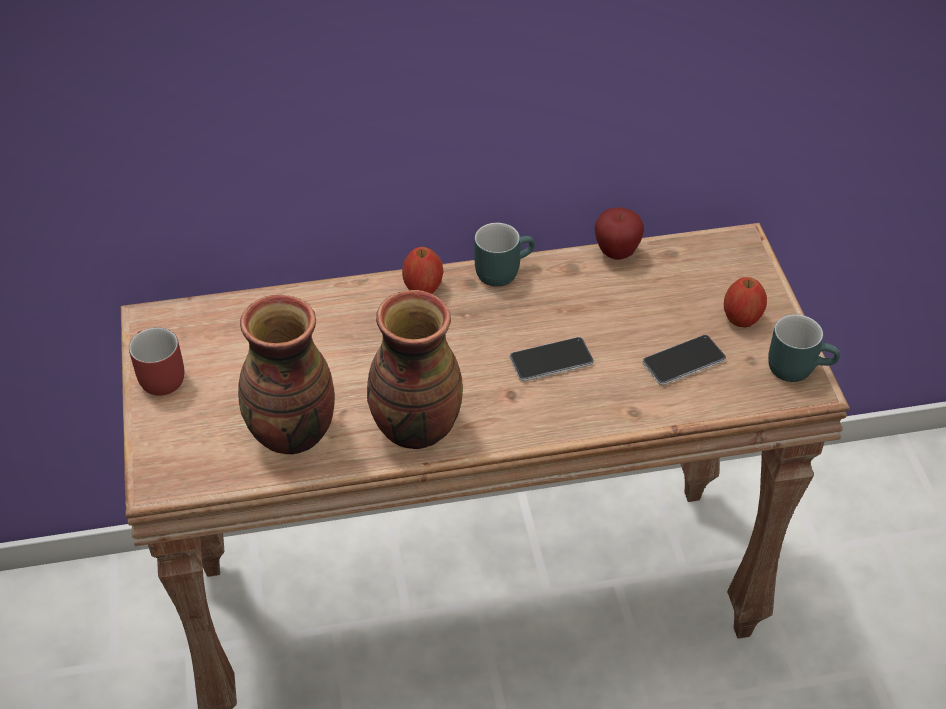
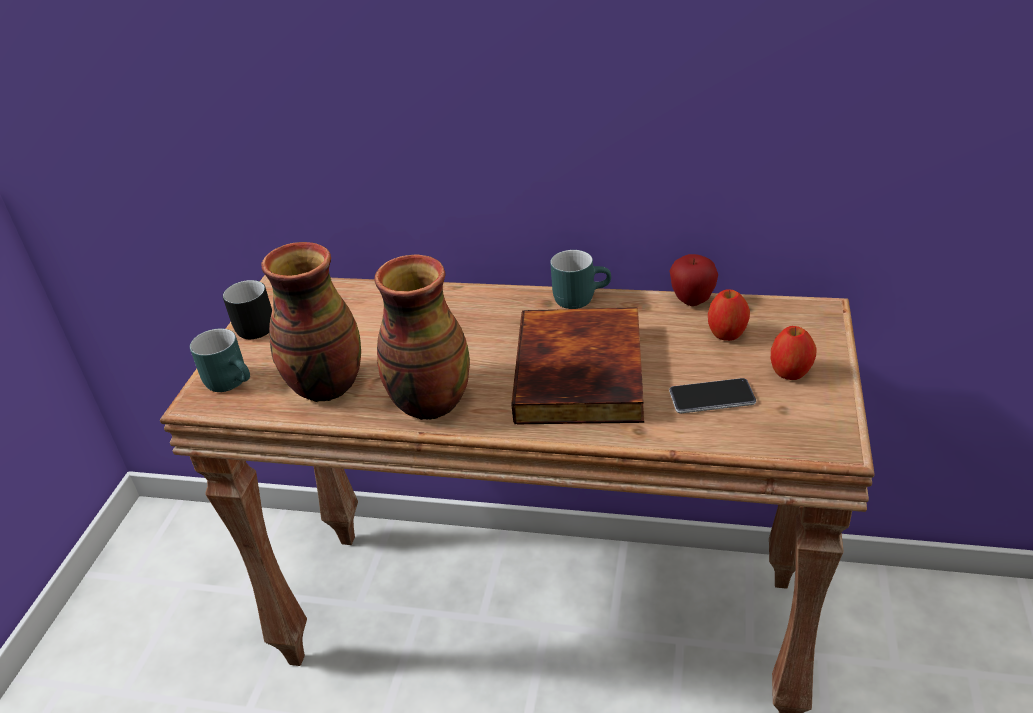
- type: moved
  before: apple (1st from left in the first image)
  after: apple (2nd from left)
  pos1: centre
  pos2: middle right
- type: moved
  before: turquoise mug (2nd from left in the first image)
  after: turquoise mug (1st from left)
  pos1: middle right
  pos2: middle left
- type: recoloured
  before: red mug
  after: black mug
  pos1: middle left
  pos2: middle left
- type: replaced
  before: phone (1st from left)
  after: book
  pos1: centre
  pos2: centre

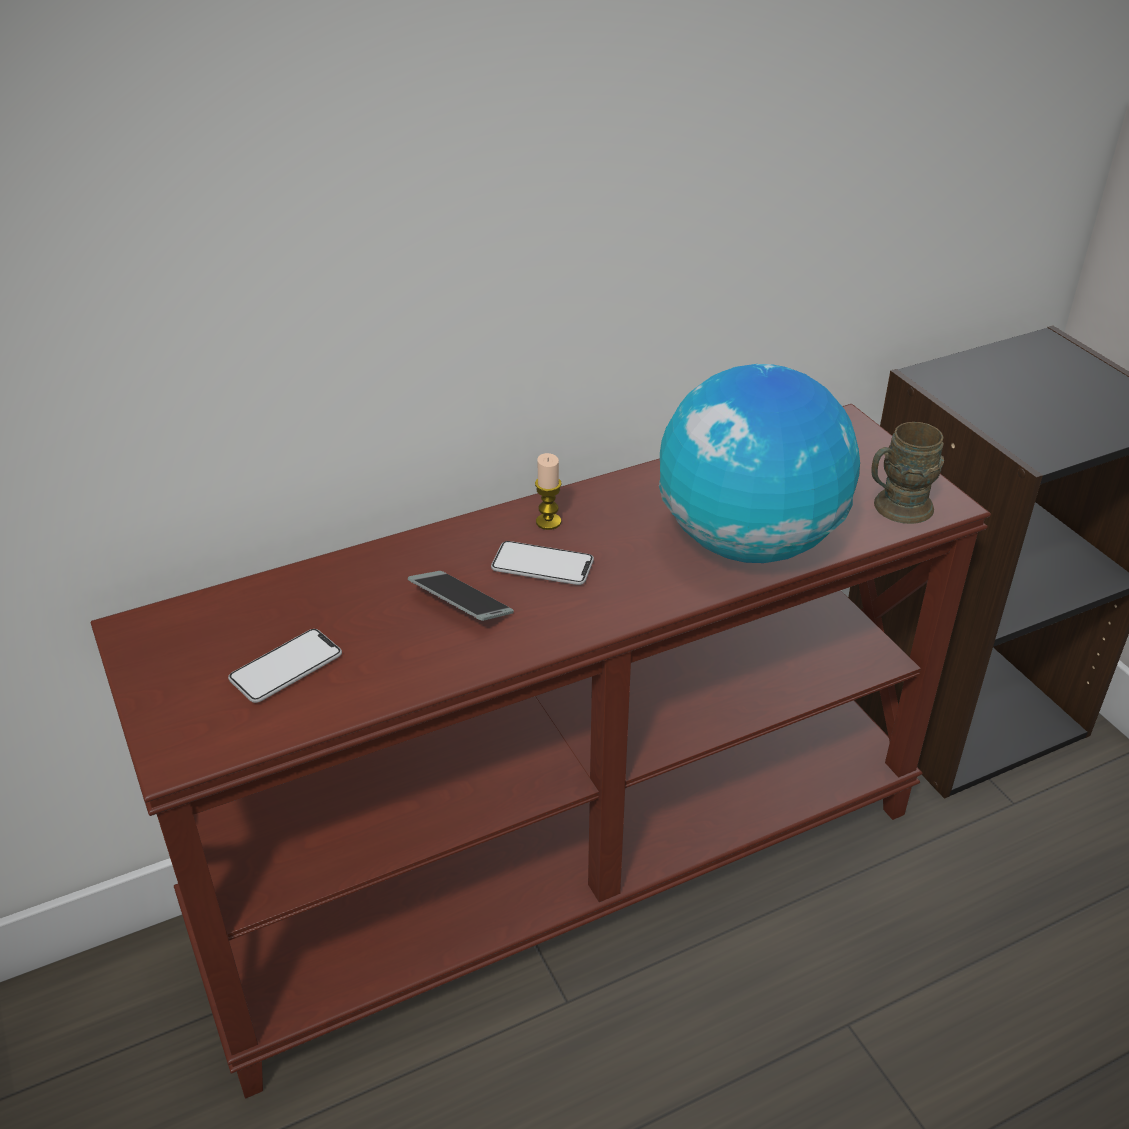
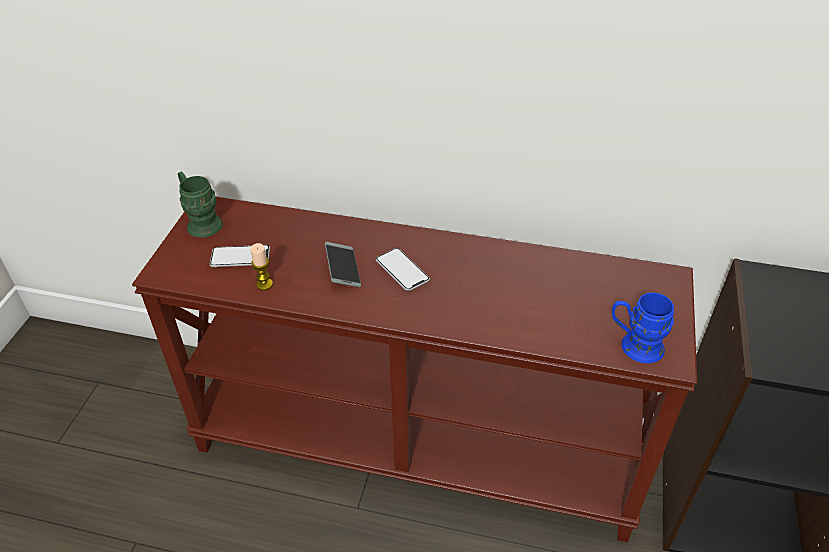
- type: removed
  before: globe
  pos1: middle right
- type: recoloured
  before: brown mug
  after: blue mug
  pos1: middle right
  pos2: middle right
- type: moved
  before: candle
  pos1: centre
  pos2: middle left
- type: added
  after: green mug
  pos2: middle left

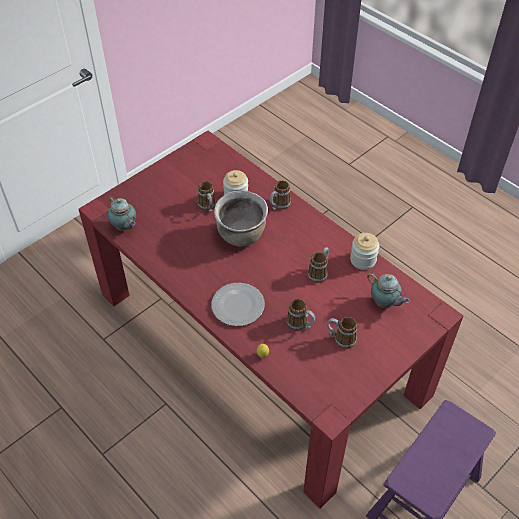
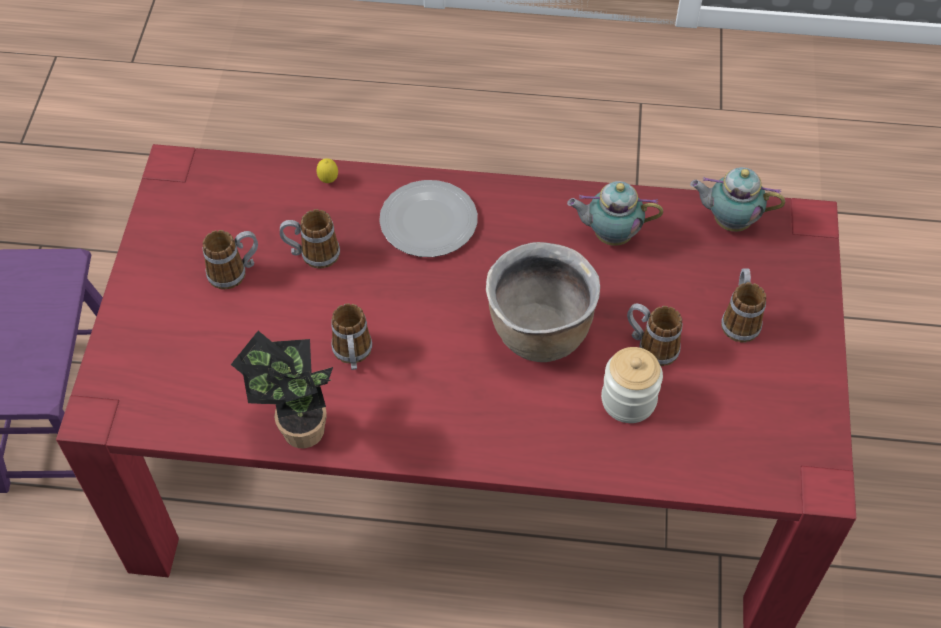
- type: moved
  before: mug (2nd from left in the first image)
  after: mug (5th from left)
  pos1: centre
  pos2: middle right
- type: replaced
  before: jar (2nd from left)
  after: potted plant
  pos1: middle right
  pos2: middle left
- type: moved
  before: teapot (2nd from left in the first image)
  after: teapot (1st from left)
  pos1: middle right
  pos2: centre

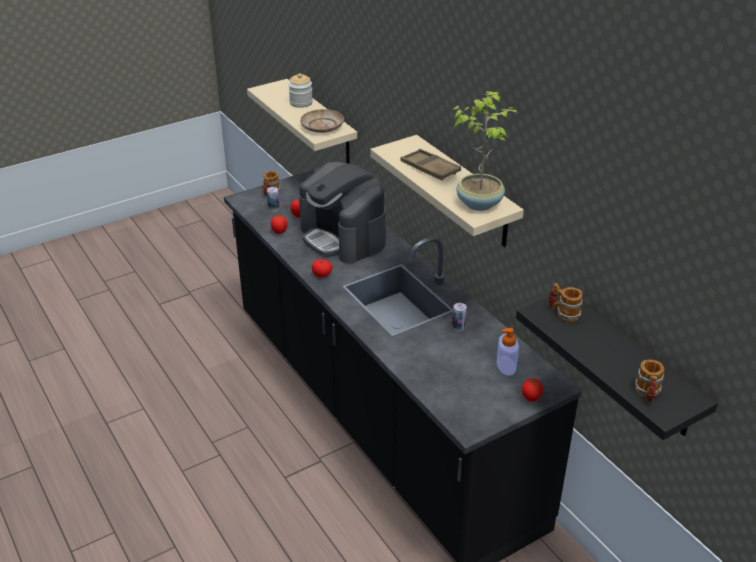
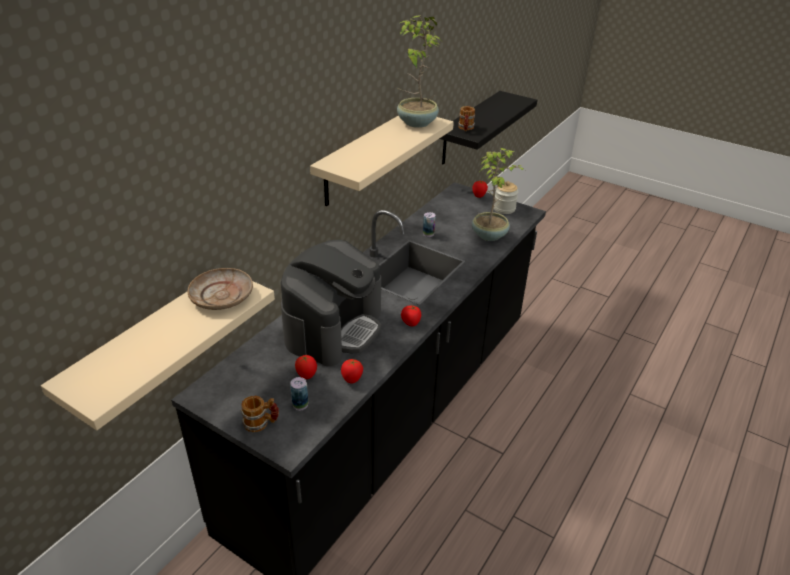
- type: moved
  before: jar
  pos1: top centre
  pos2: centre
- type: removed
  before: brown tray
  pos1: top centre
- type: removed
  before: soap dispenser
  pos1: middle right
- type: removed
  before: mug (3rd from left)
  pos1: bottom right
- type: added
  after: potted plant (2nd from left)
  pos2: centre

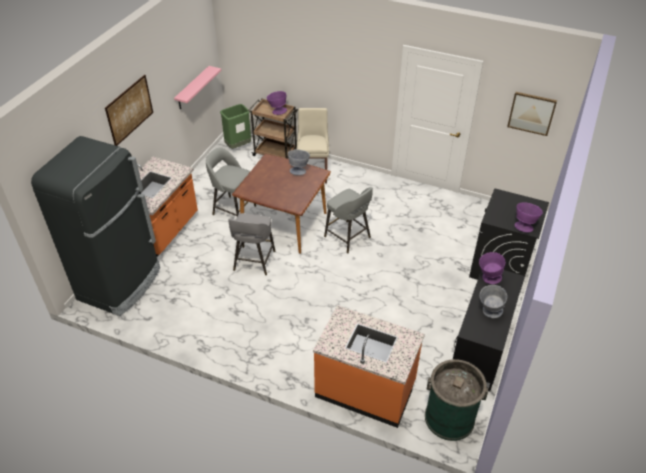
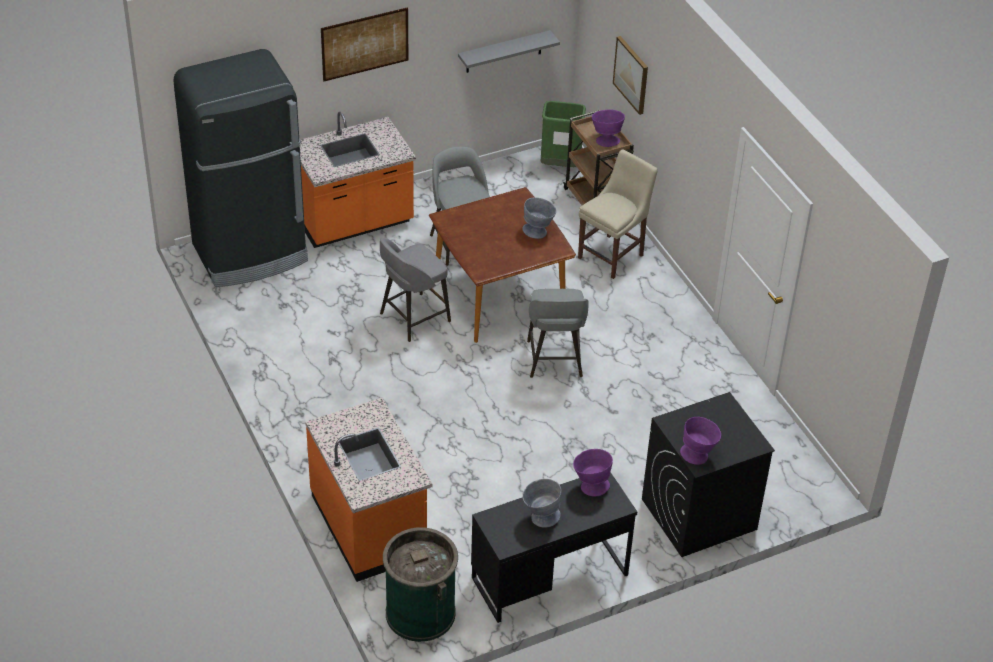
- type: recoloured
  before: pink shelf
  after: grey shelf
  pos1: top left
  pos2: top centre
- type: moved
  before: picture (2nd from left)
  pos1: top right
  pos2: top centre

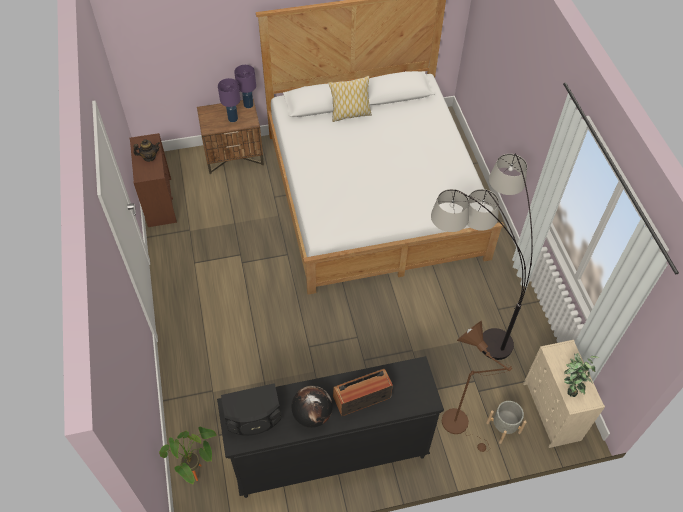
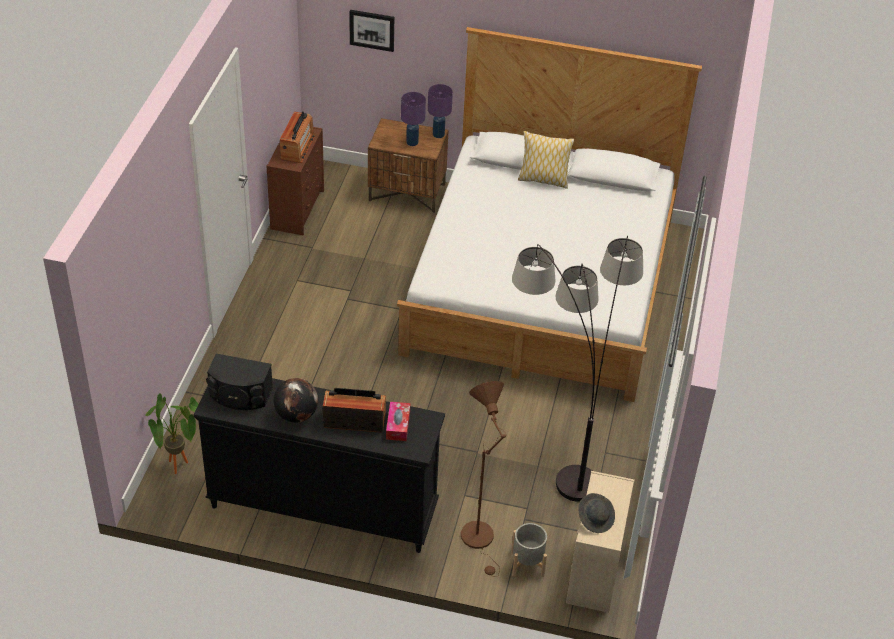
- type: replaced
  before: teapot
  after: radio (1st from left)
  pos1: top left
  pos2: top left
- type: replaced
  before: potted plant (2nd from left)
  after: grey hat
  pos1: bottom right
  pos2: bottom right
- type: added
  after: picture
  pos2: top centre
- type: added
  after: tissue box
  pos2: centre

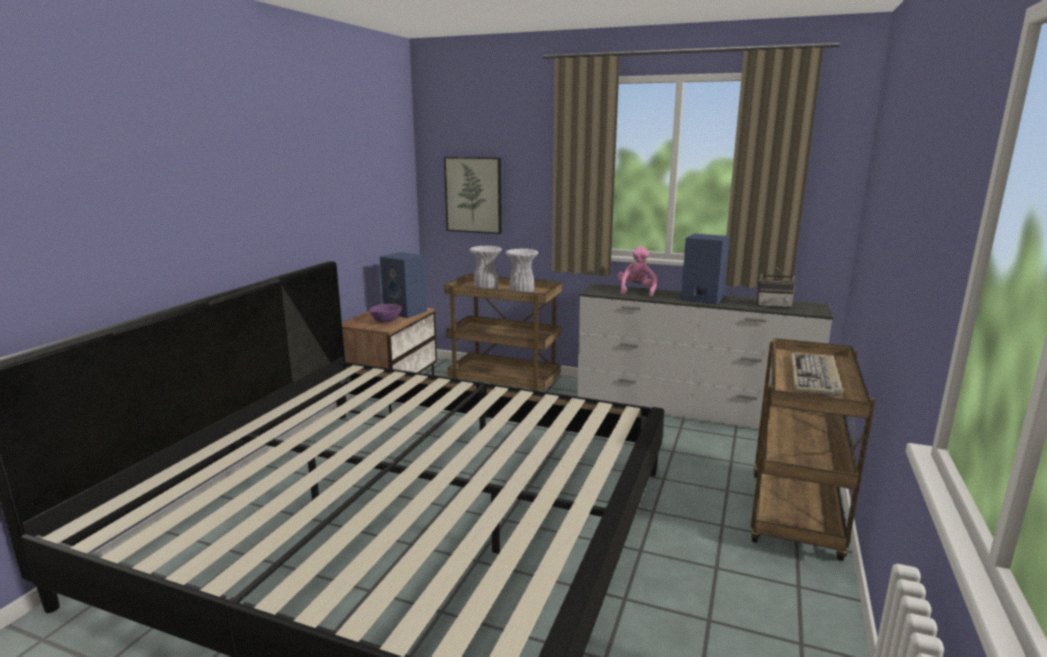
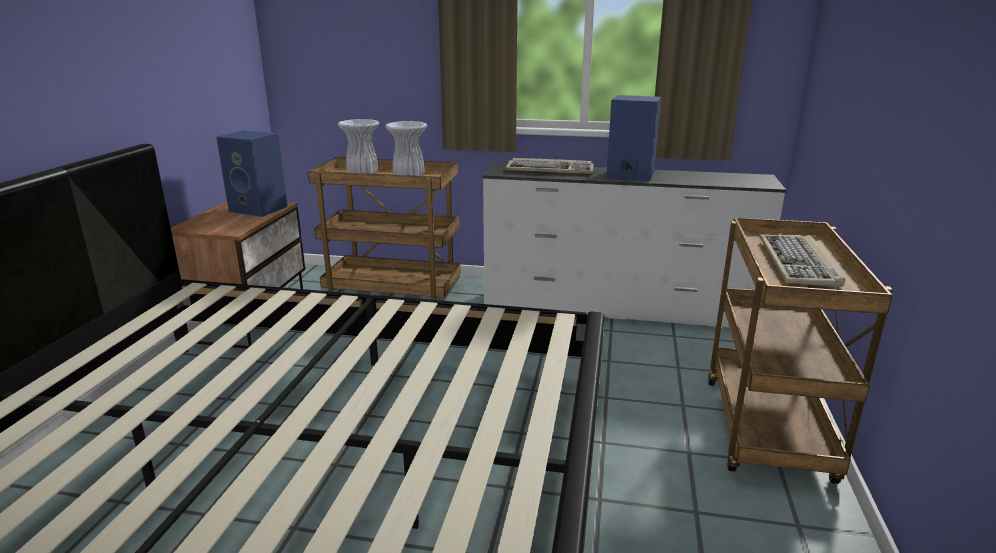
- type: removed
  before: picture
  pos1: top centre
- type: replaced
  before: pink plush toy
  after: keyboard (1st from left)
  pos1: centre
  pos2: top centre
- type: removed
  before: radio
  pos1: middle right
- type: removed
  before: purple bowl
  pos1: centre

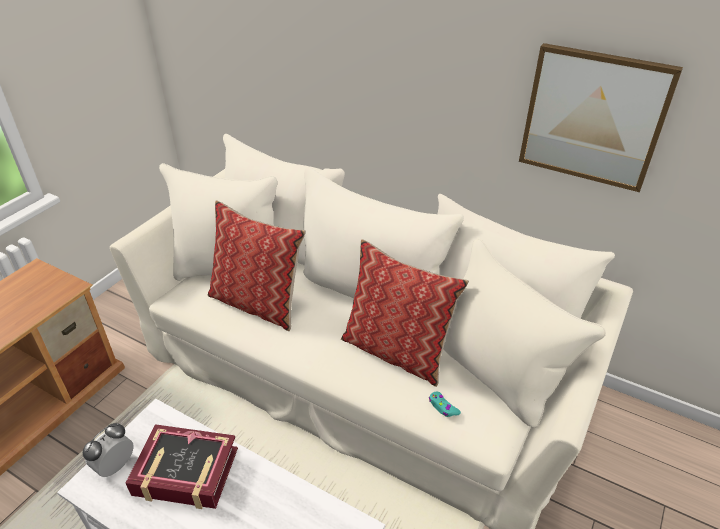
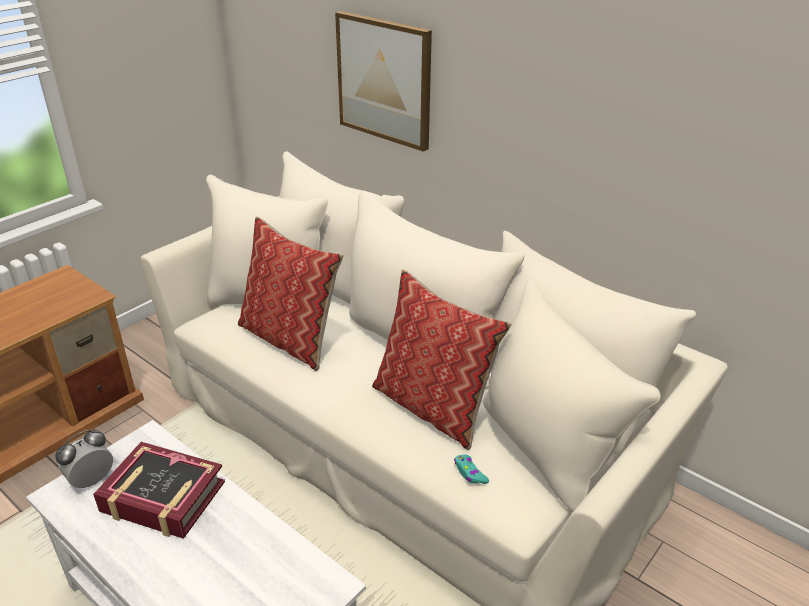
- type: moved
  before: picture
  pos1: top right
  pos2: top centre

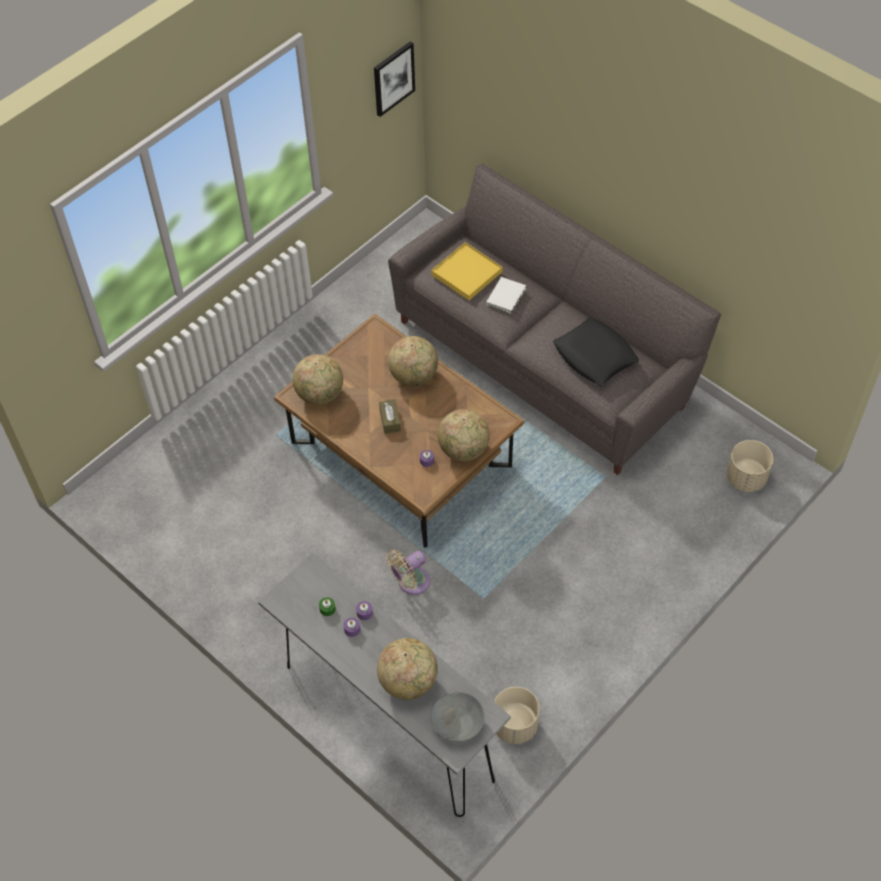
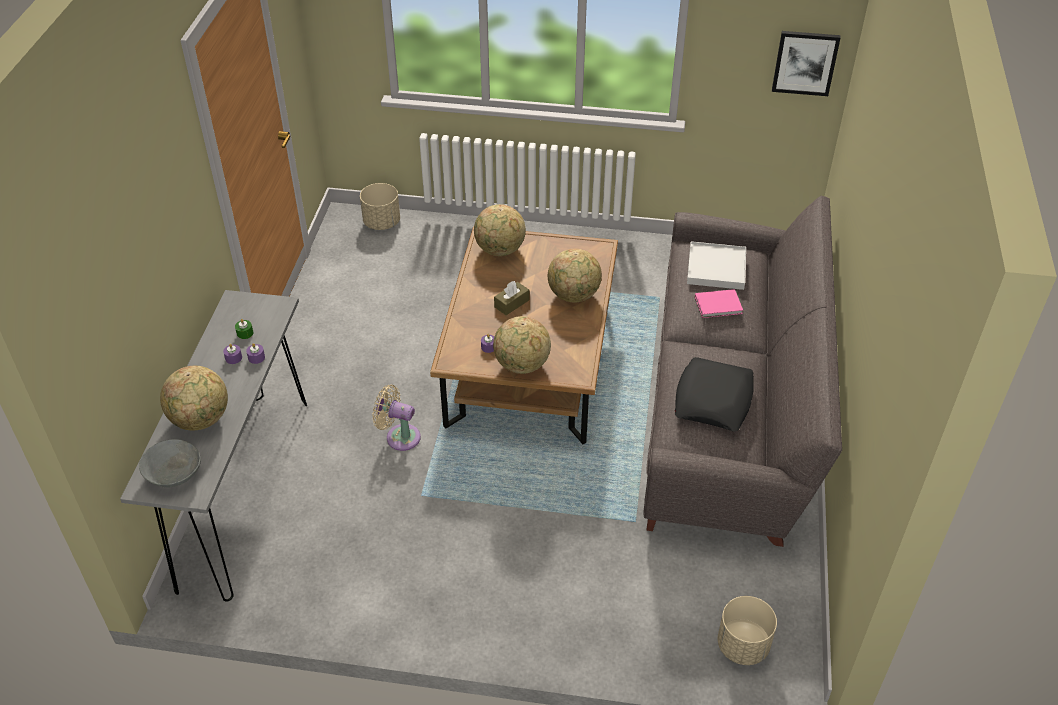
- type: recoloured
  before: yellow tray
  after: white tray
  pos1: top centre
  pos2: middle right
- type: recoloured
  before: white book
  after: pink book
  pos1: centre
  pos2: middle right
- type: moved
  before: beige planter (1st from left)
  pos1: bottom centre
  pos2: top centre

